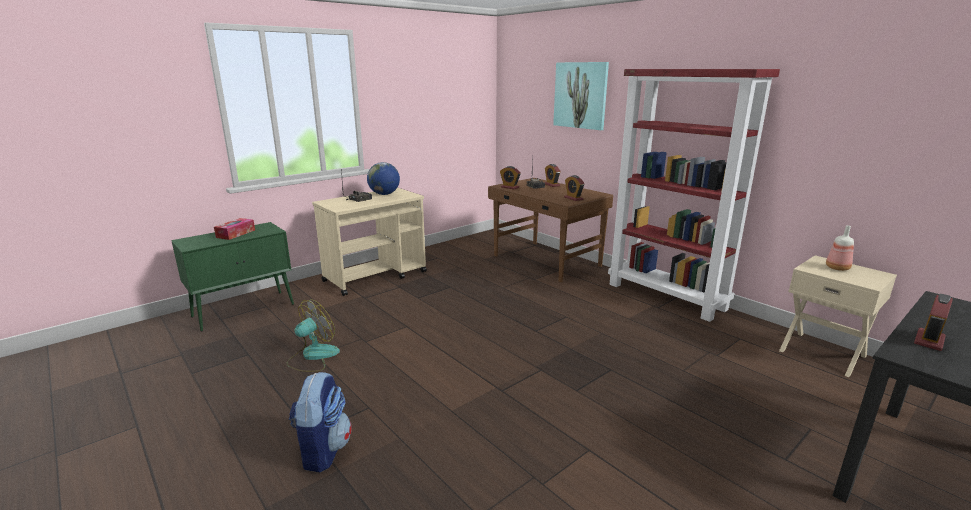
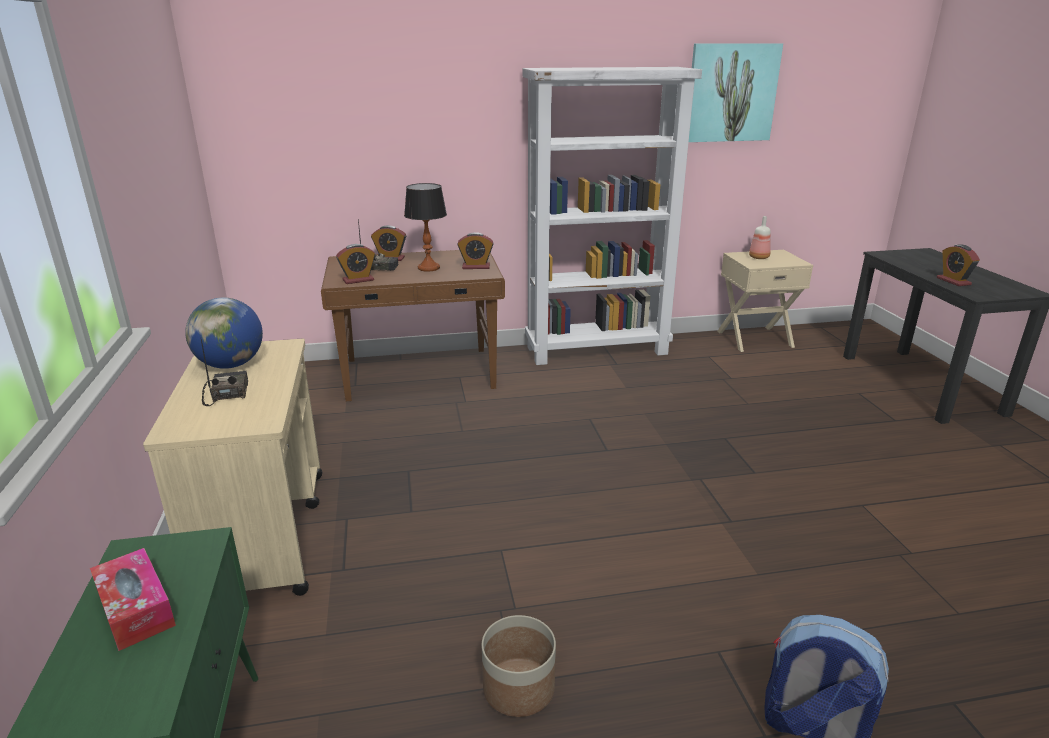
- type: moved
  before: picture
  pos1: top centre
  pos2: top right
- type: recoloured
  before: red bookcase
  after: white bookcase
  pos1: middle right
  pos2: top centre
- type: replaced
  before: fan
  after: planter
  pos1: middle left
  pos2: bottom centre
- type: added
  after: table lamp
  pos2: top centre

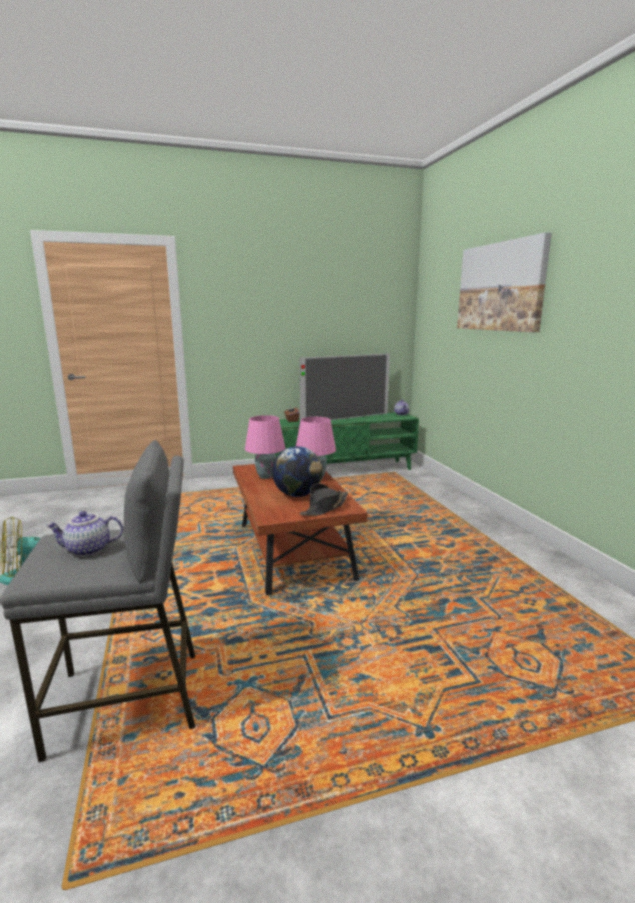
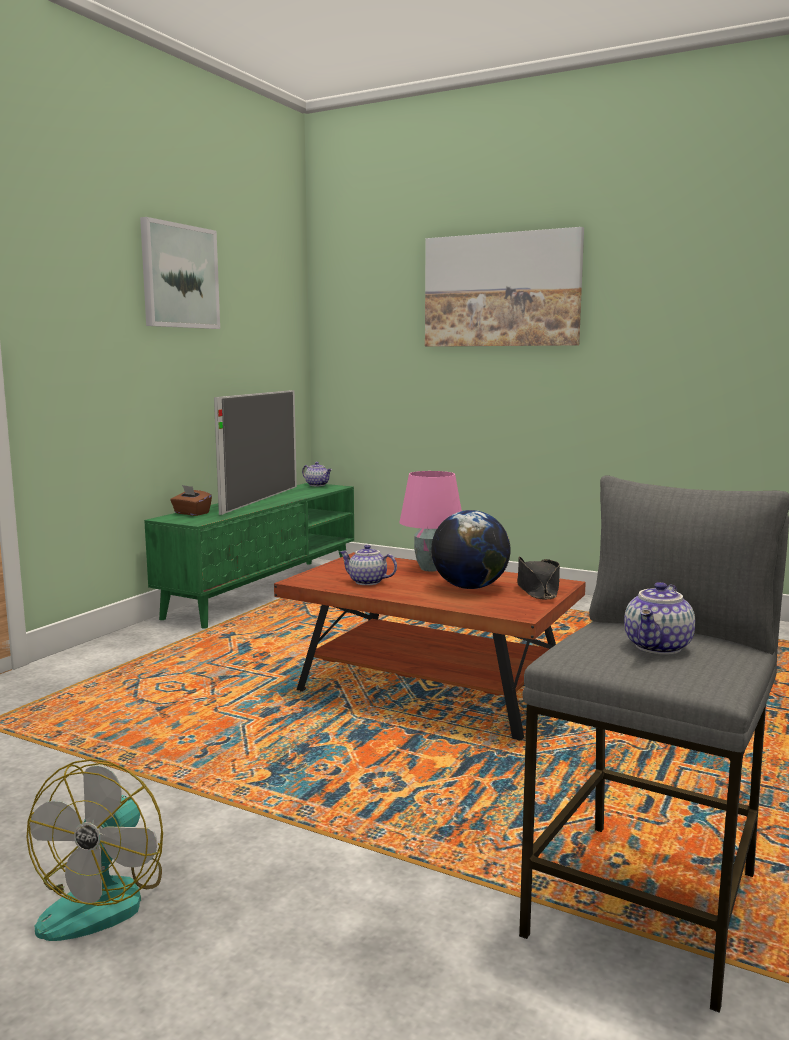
- type: replaced
  before: pink table lamp (1st from left)
  after: teapot (2nd from left)
  pos1: centre
  pos2: centre
- type: added
  after: picture (1st from left)
  pos2: top left

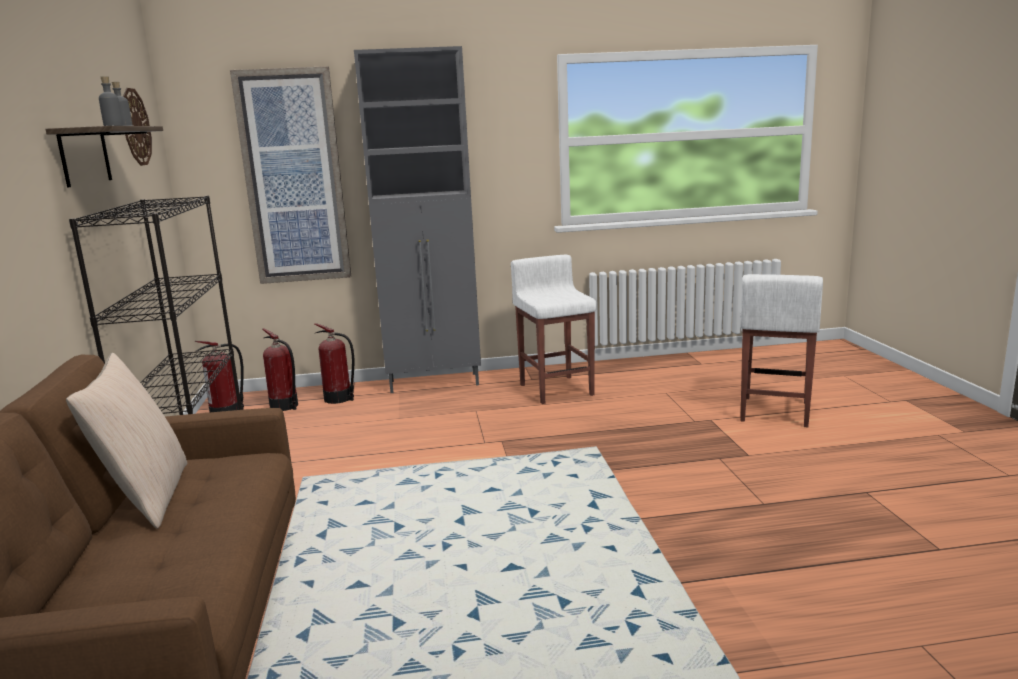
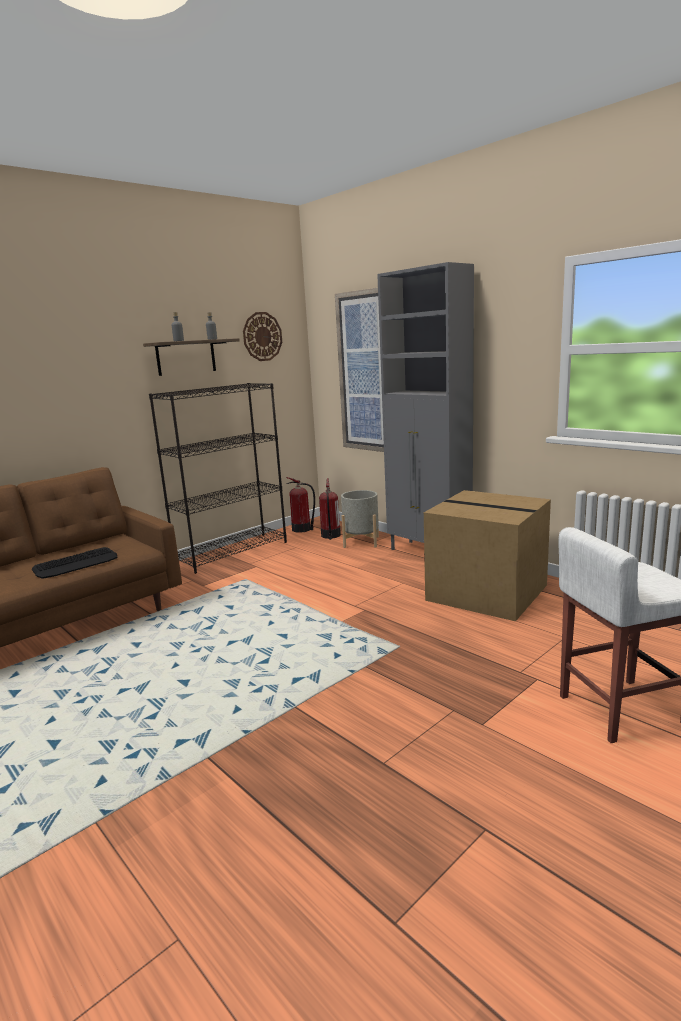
- type: replaced
  before: white stool (1st from left)
  after: cardboard box
  pos1: centre
  pos2: middle right
- type: replaced
  before: fire extinguisher (3rd from left)
  after: grey planter
  pos1: middle left
  pos2: centre
- type: removed
  before: beige pillow
  pos1: middle left
- type: added
  after: keyboard
  pos2: middle left

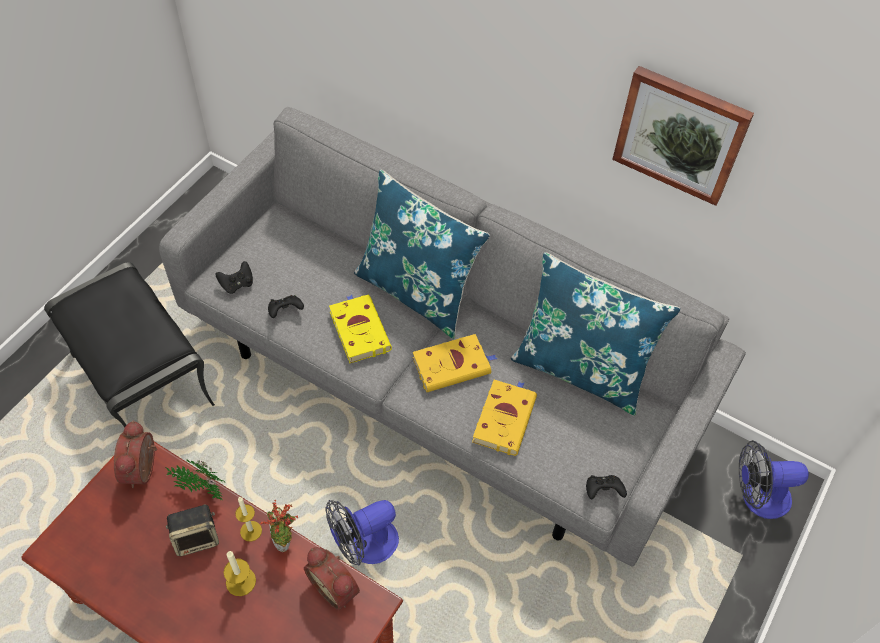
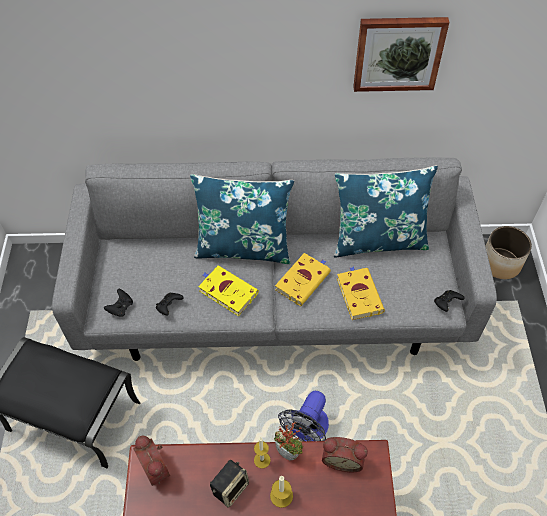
- type: replaced
  before: fan (2nd from left)
  after: planter
  pos1: bottom right
  pos2: middle right
- type: removed
  before: potted plant (1st from left)
  pos1: bottom left

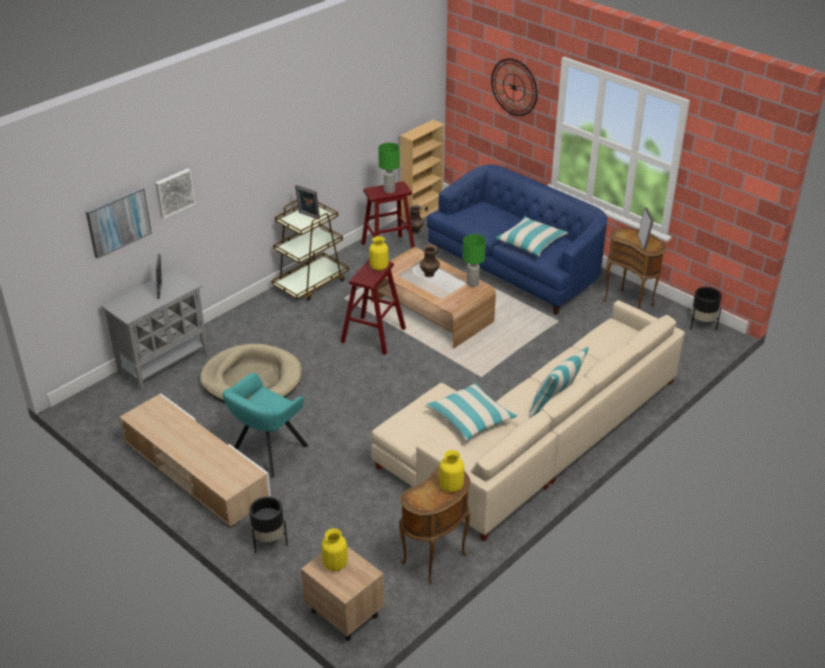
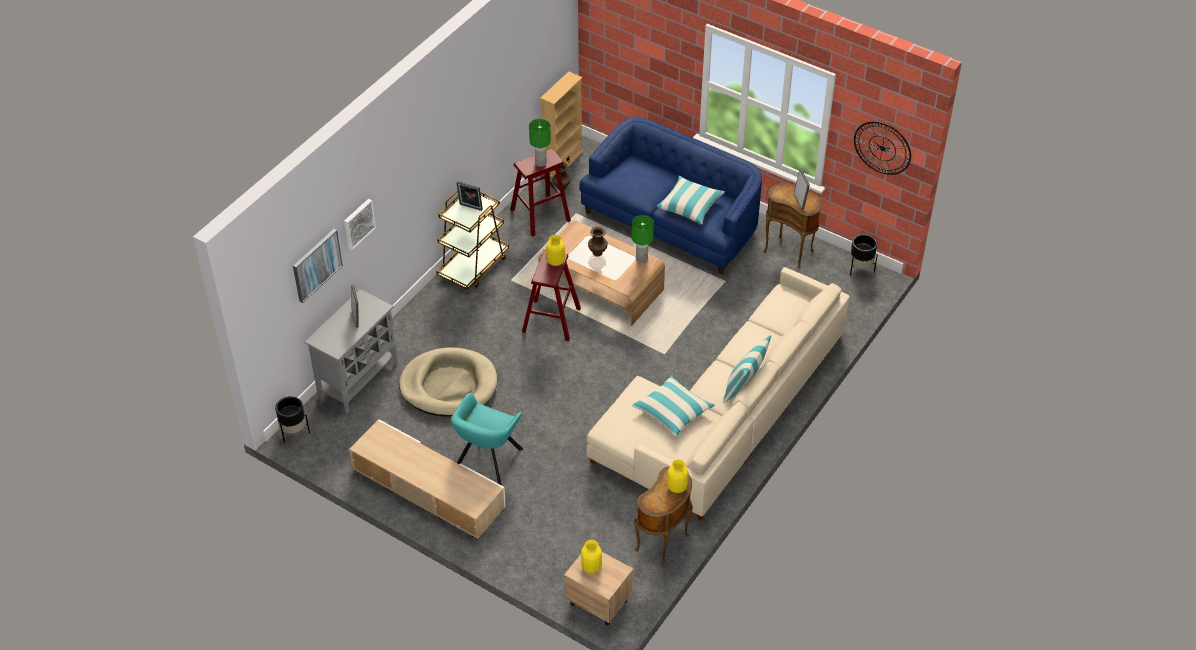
- type: moved
  before: wall clock
  pos1: top centre
  pos2: top right
- type: moved
  before: black planter (1st from left)
  pos1: bottom left
  pos2: middle left

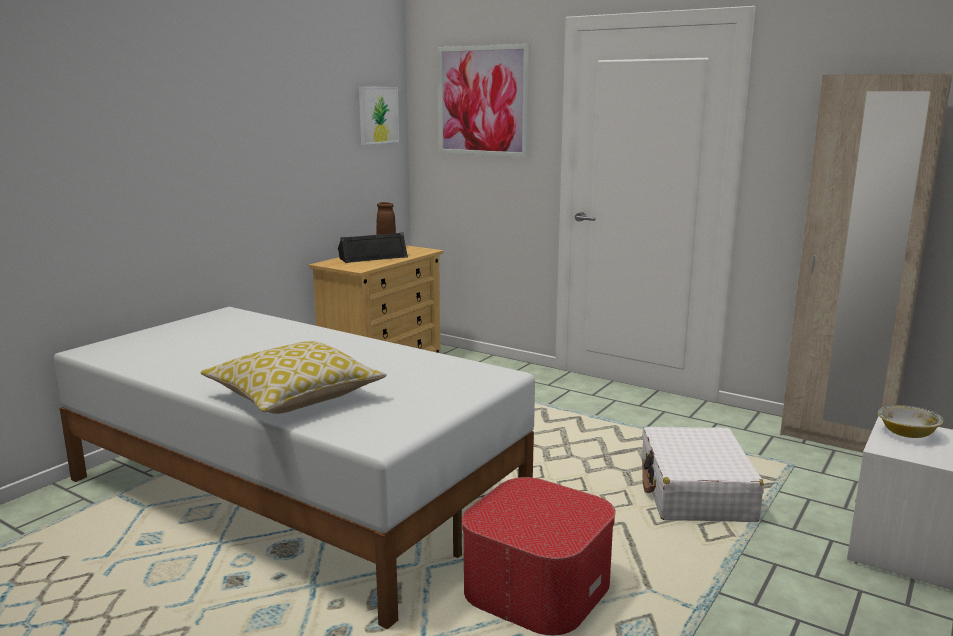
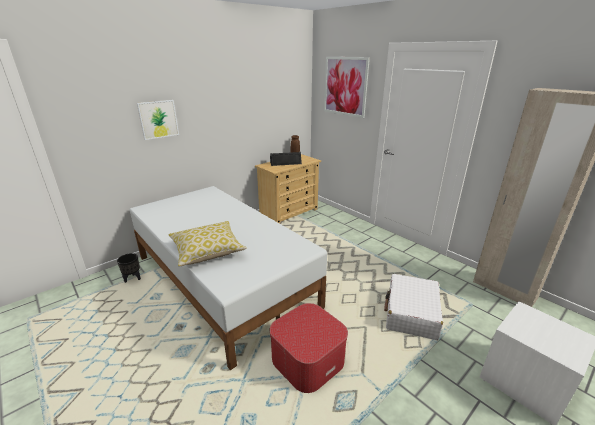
- type: moved
  before: picture (1st from left)
  pos1: top centre
  pos2: top left
- type: removed
  before: bowl
  pos1: middle right
- type: added
  after: black planter
  pos2: middle left

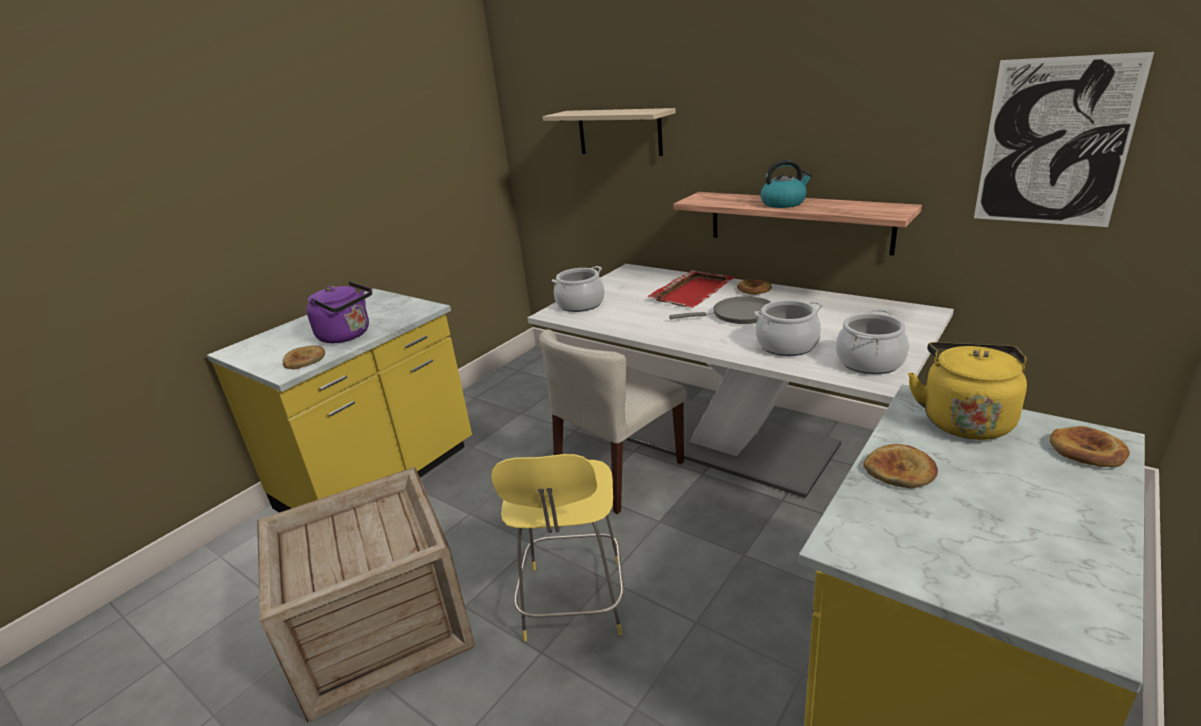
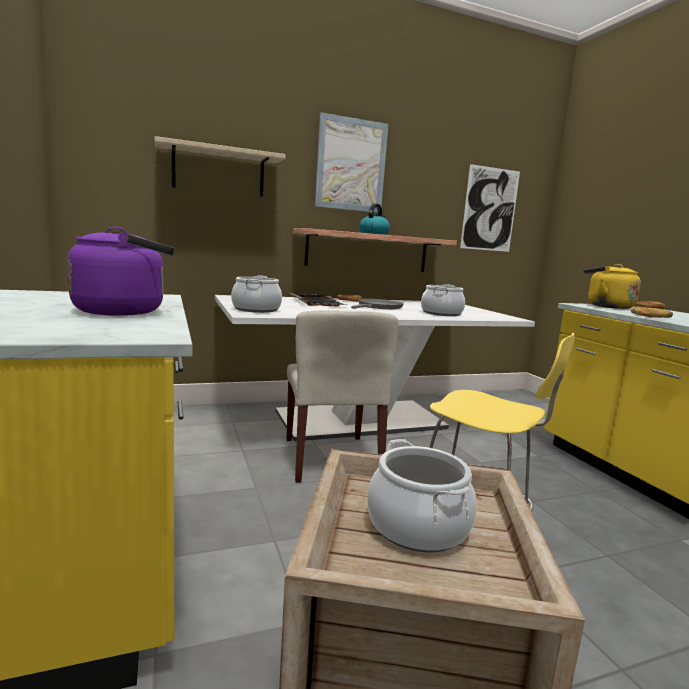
- type: recoloured
  before: red tray
  after: black tray
  pos1: centre
  pos2: centre
- type: moved
  before: cooking pot (3rd from left in the first image)
  after: cooking pot (2nd from left)
  pos1: middle right
  pos2: bottom centre
- type: removed
  before: bread (1st from left)
  pos1: middle left
- type: added
  after: picture (1st from left)
  pos2: top centre

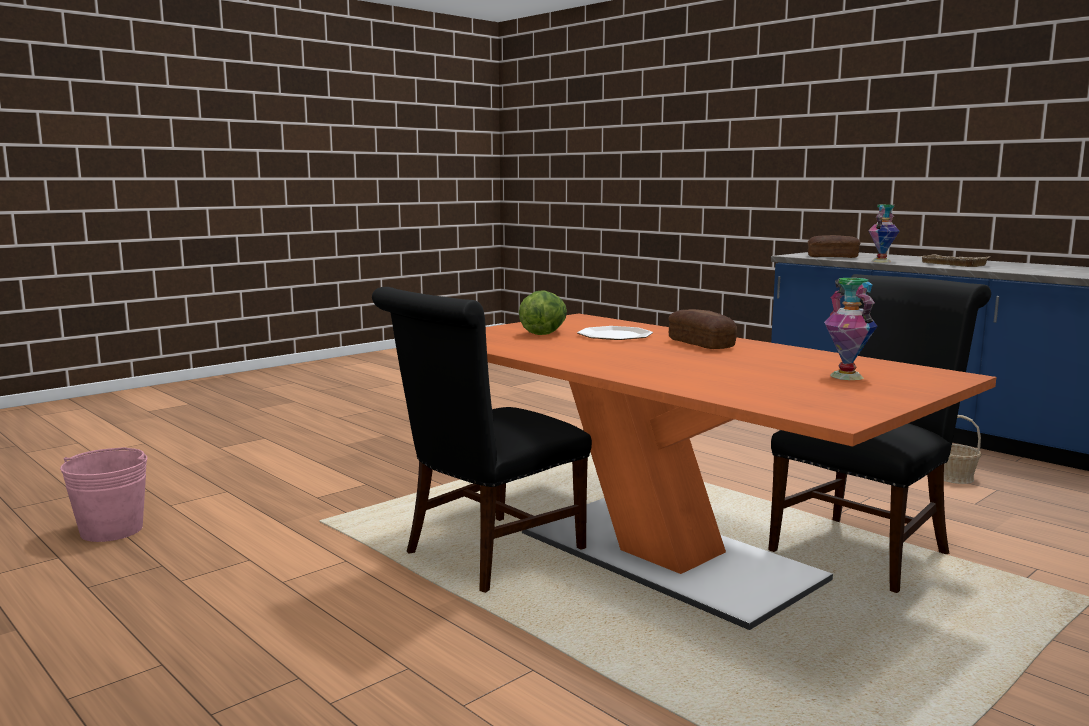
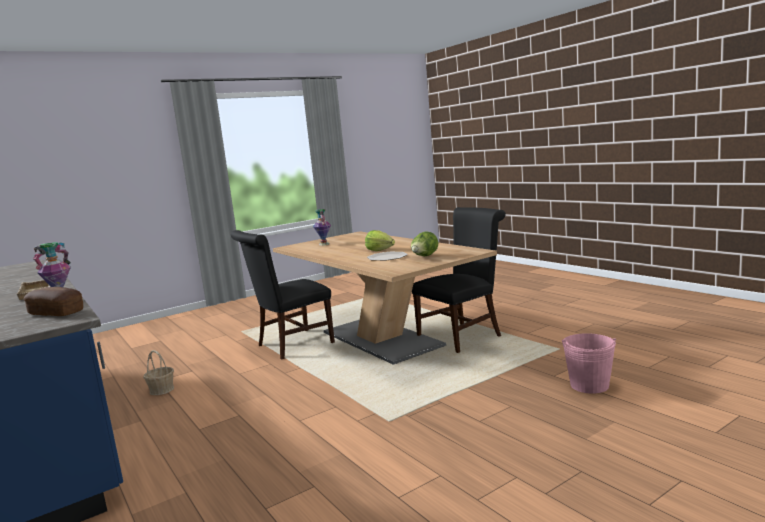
- type: removed
  before: bread (1st from left)
  pos1: centre
- type: recoloured
  before: orange dining table
  after: beige dining table
  pos1: middle right
  pos2: centre
- type: moved
  before: pink bucket
  pos1: bottom left
  pos2: bottom right
- type: added
  after: lettuce (1st from left)
  pos2: centre

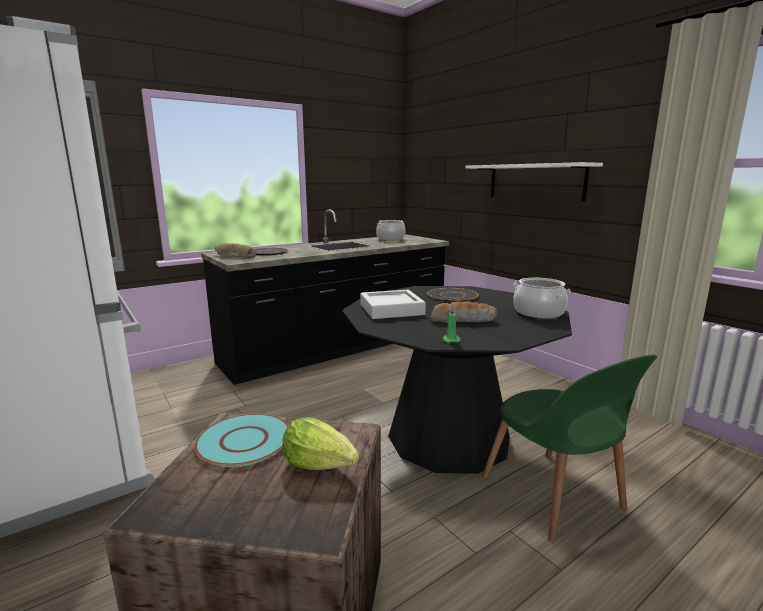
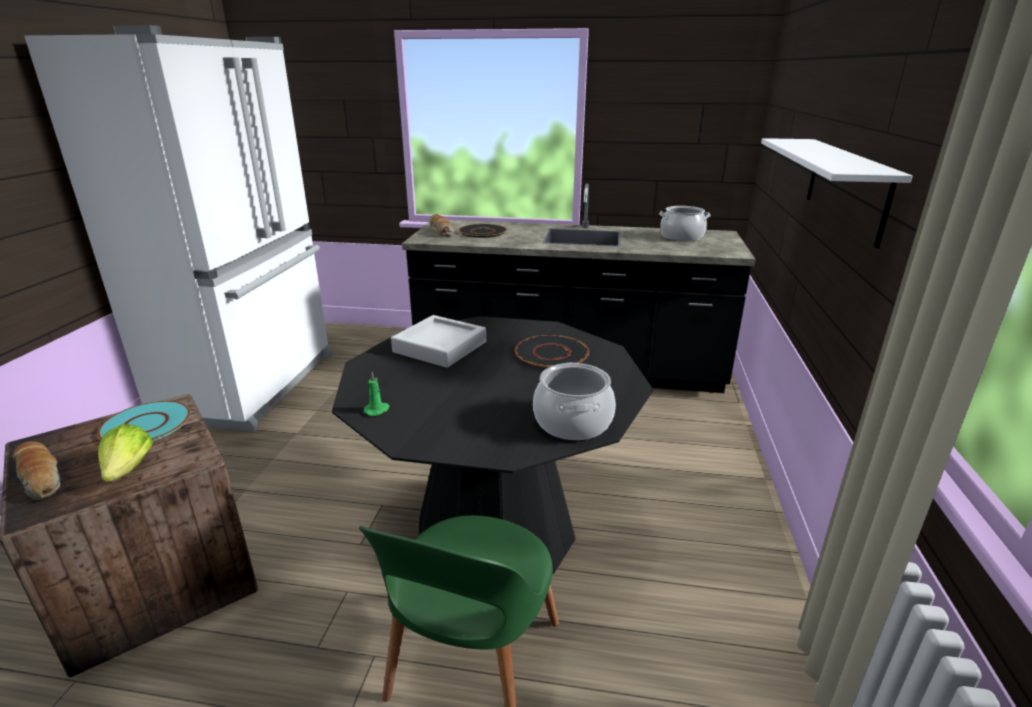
- type: moved
  before: bread (2nd from left in the first image)
  after: bread (1st from left)
  pos1: centre
  pos2: middle left

